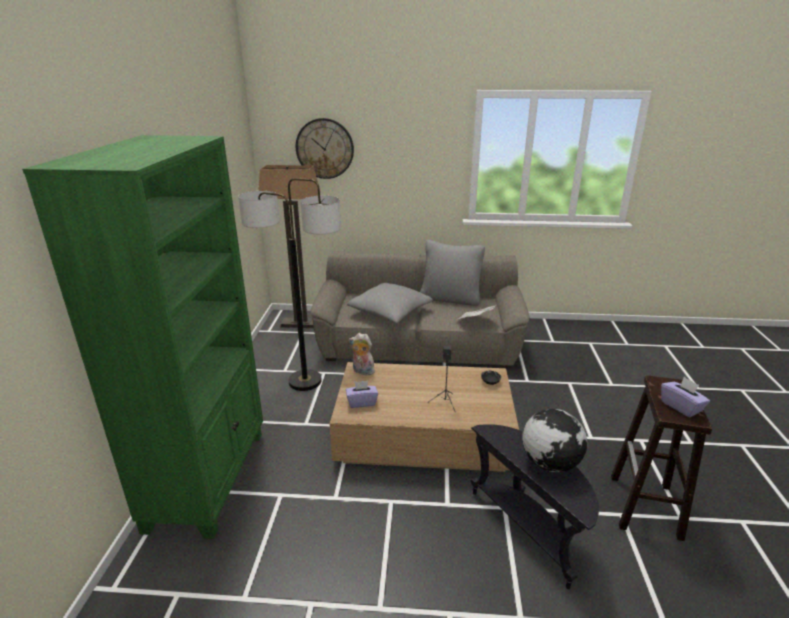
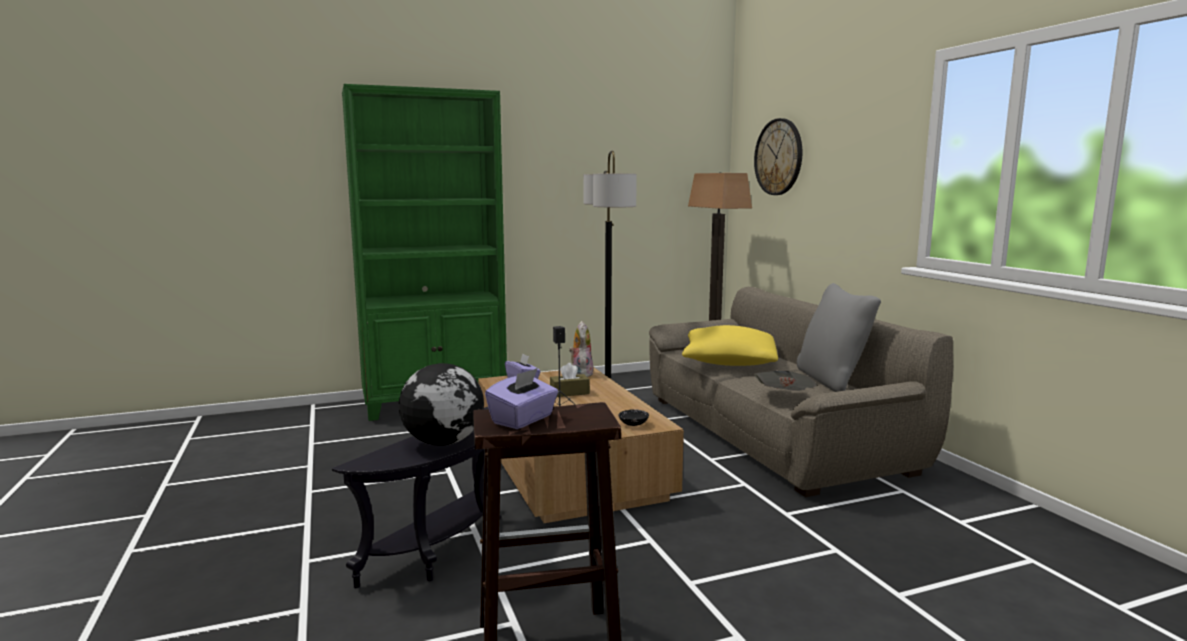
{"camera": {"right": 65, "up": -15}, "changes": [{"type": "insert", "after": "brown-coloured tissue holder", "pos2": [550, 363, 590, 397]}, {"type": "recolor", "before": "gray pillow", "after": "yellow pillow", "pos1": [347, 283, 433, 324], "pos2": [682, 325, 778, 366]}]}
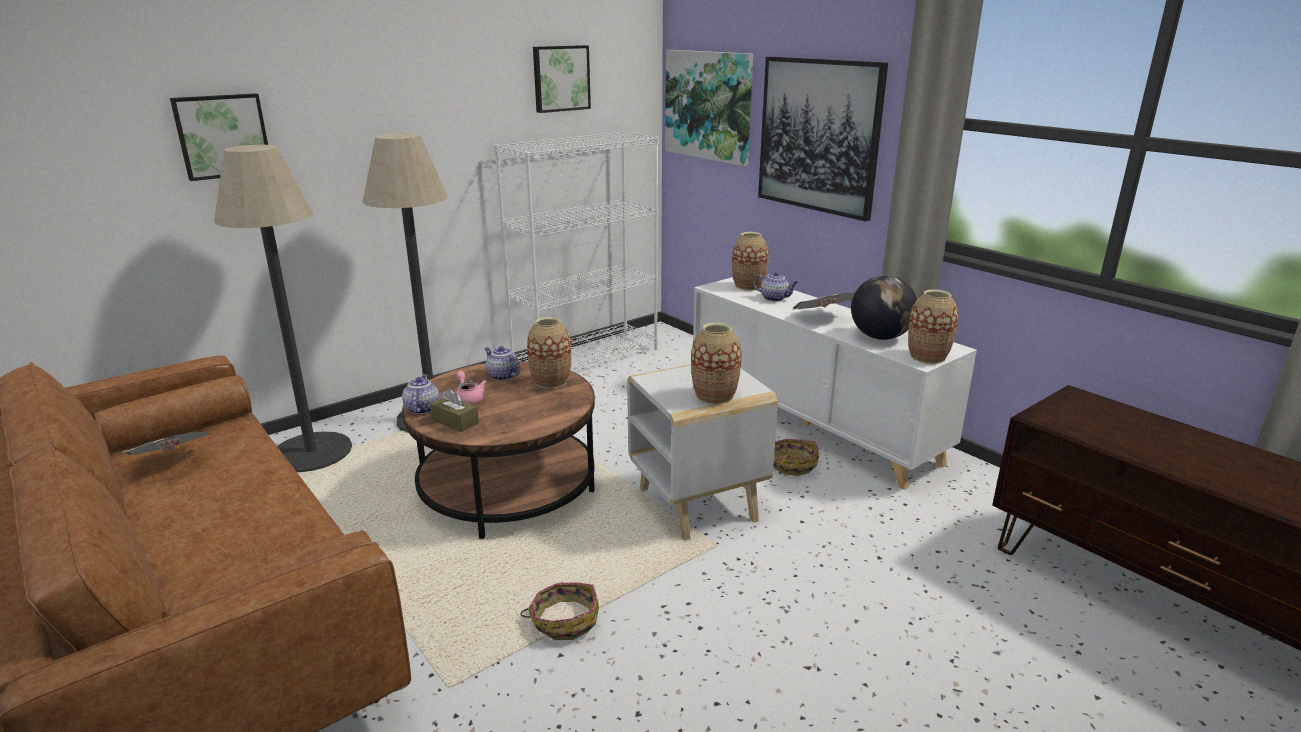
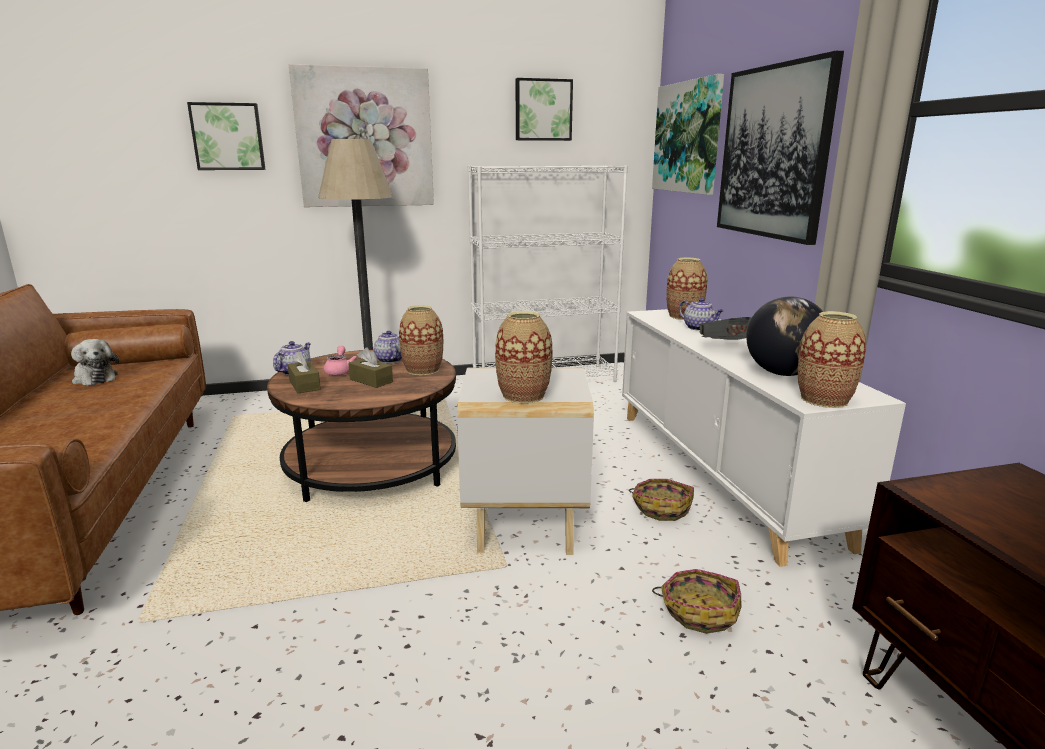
{"camera": {"right": 25, "up": -5}, "changes": [{"type": "delete", "before": "floor lamp", "pos1": [214, 145, 352, 472]}, {"type": "insert", "after": "wall picture", "pos2": [289, 64, 434, 207]}, {"type": "insert", "after": "brown-coloured tissue holder", "pos2": [348, 348, 393, 388]}, {"type": "move", "before": "storage basket", "pos1": [520, 582, 599, 640], "pos2": [652, 569, 742, 634]}, {"type": "replace", "before": "daily paper", "after": "soft toy", "pos1": [119, 432, 211, 455], "pos2": [71, 339, 119, 386]}]}
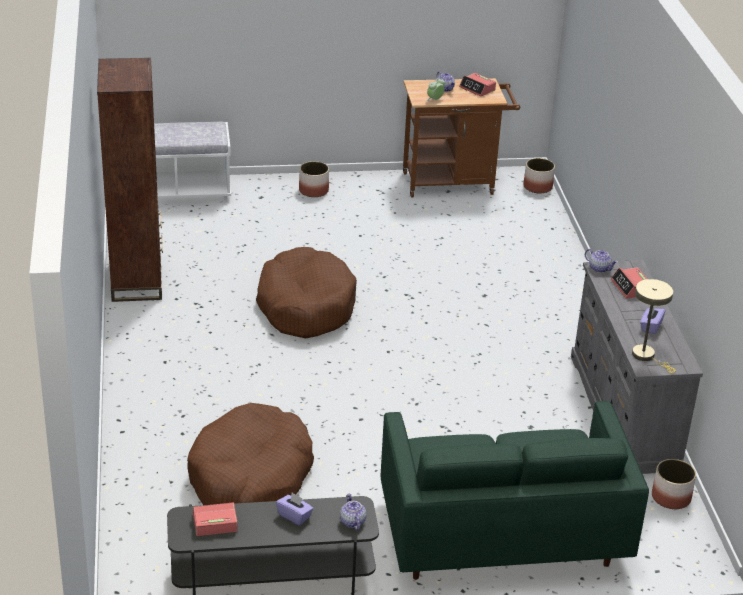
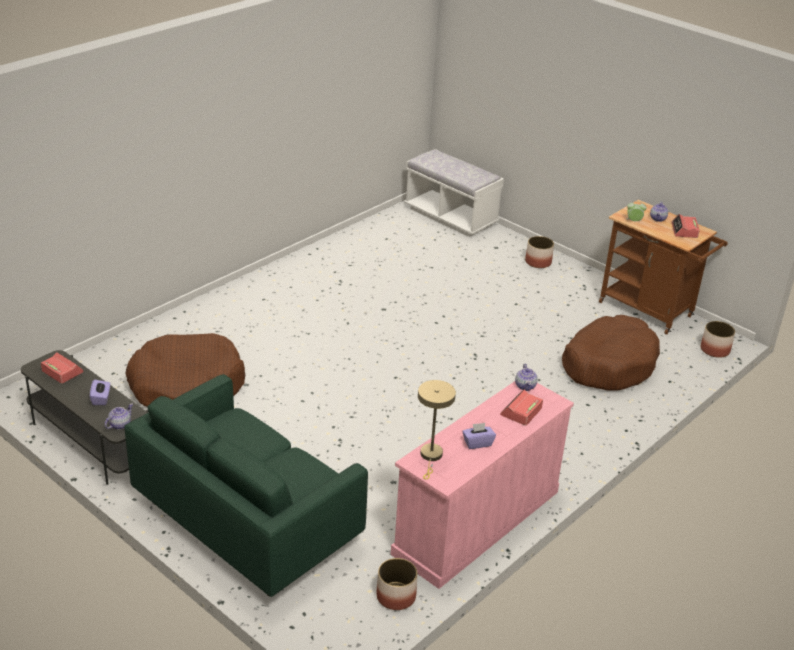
{"camera": {"right": 50, "up": 0}, "changes": [{"type": "delete", "before": "brown-coloured bookcase", "pos1": [97, 58, 163, 302]}, {"type": "move", "before": "brown-coloured pet bed", "pos1": [256, 247, 357, 339], "pos2": [562, 315, 660, 391]}, {"type": "recolor", "before": "gray drawer chest", "after": "pink drawer chest", "pos1": [571, 260, 703, 474], "pos2": [391, 381, 574, 589]}]}
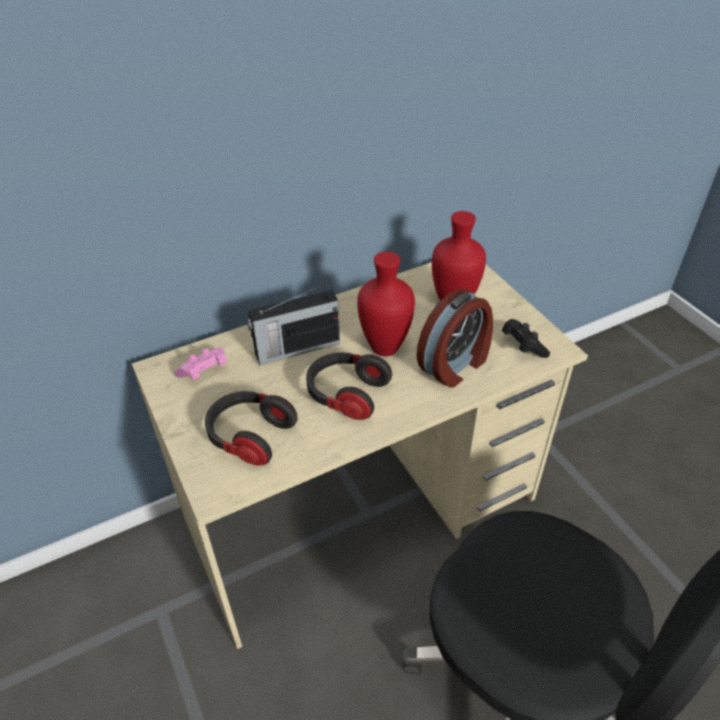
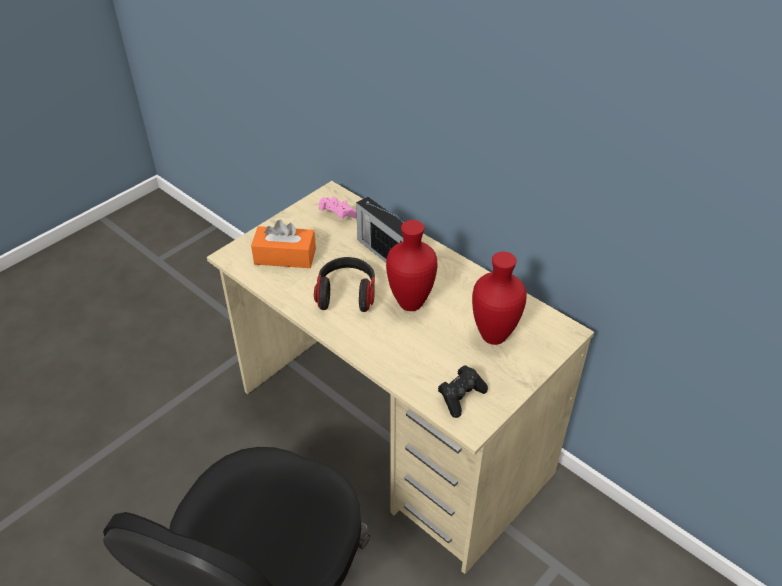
{"camera": {"right": 70, "up": 0}, "changes": [{"type": "delete", "before": "table clock", "pos1": [416, 289, 493, 388]}, {"type": "replace", "before": "headphones", "after": "orange-coloured tissue holder", "pos1": [205, 391, 298, 465], "pos2": [251, 220, 316, 268]}]}
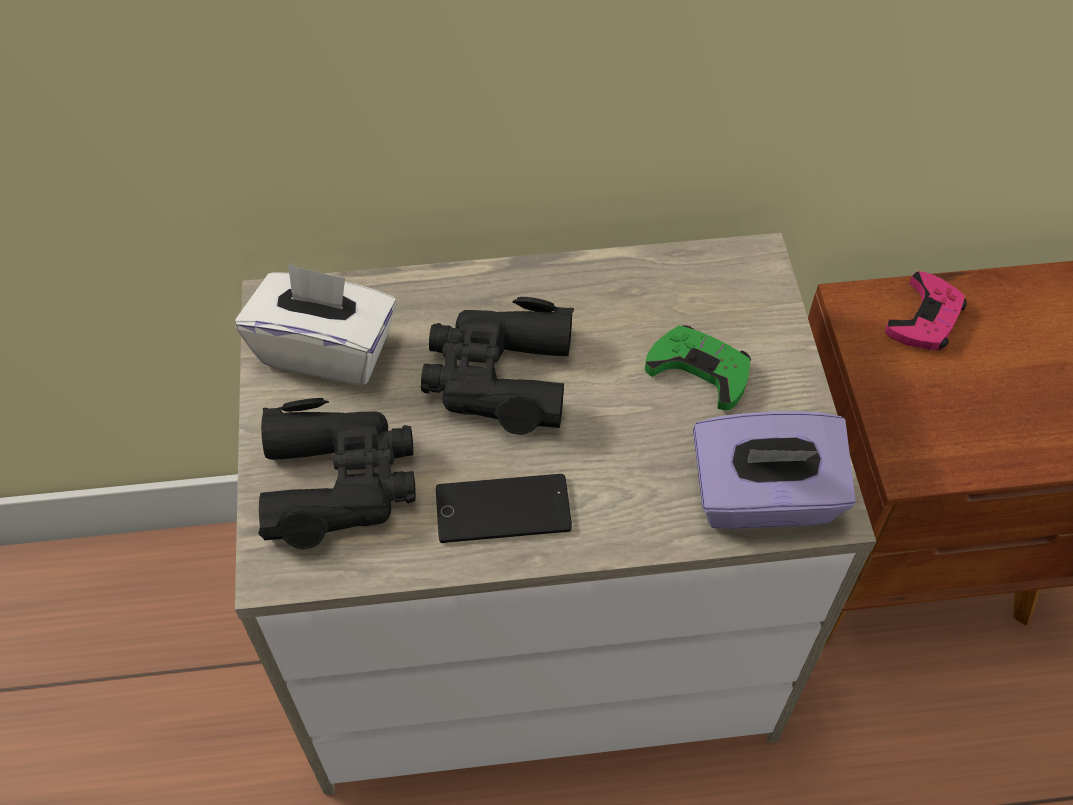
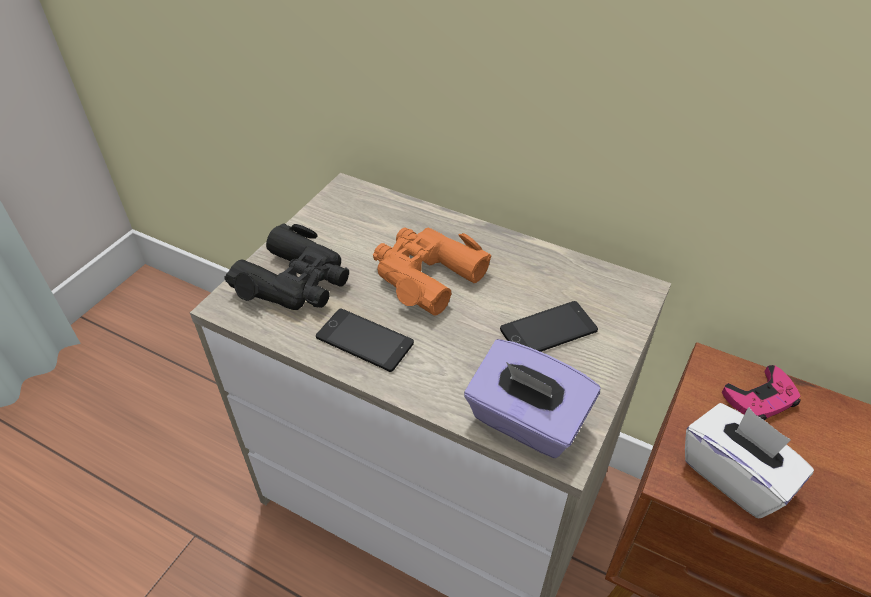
{"camera": {"right": 35, "up": -10}, "changes": [{"type": "move", "before": "whitish tissue holder", "pos1": [235, 263, 397, 385], "pos2": [685, 403, 814, 519]}, {"type": "replace", "before": "greenish gamepad", "after": "phone", "pos1": [645, 325, 751, 411], "pos2": [500, 301, 598, 352]}, {"type": "recolor", "before": "black-coloured pair of binoculars", "after": "orange-coloured pair of binoculars", "pos1": [421, 297, 574, 435], "pos2": [373, 227, 492, 315]}]}
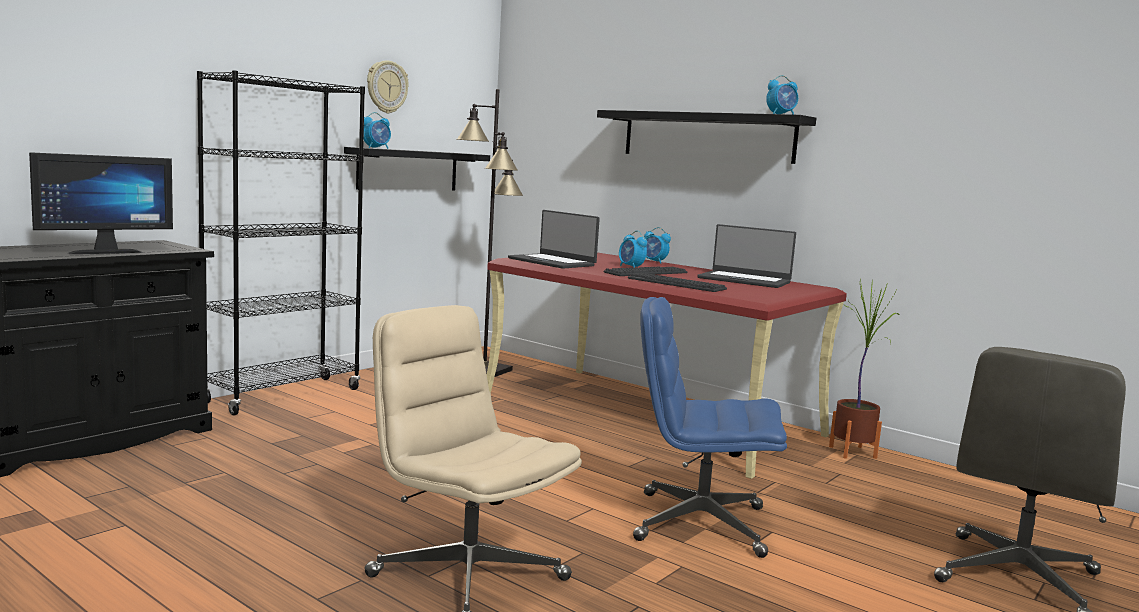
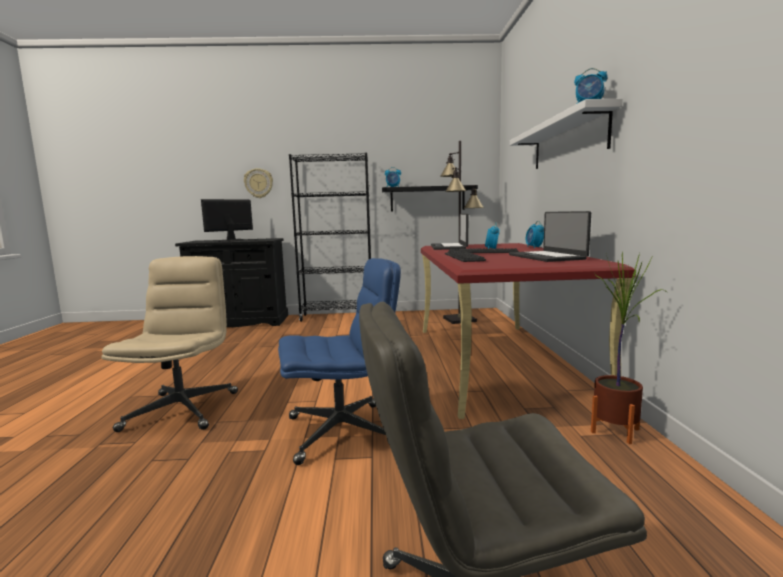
{"camera": {"right": 50, "up": 0}, "changes": [{"type": "move", "before": "hanging clock", "pos1": [367, 60, 409, 113], "pos2": [244, 168, 273, 198]}, {"type": "recolor", "before": "black-coloured bracket shelf", "after": "whitish bracket shelf", "pos1": [597, 110, 816, 164], "pos2": [510, 99, 622, 169]}, {"type": "rotate", "before": "computer display", "pos1": [29, 152, 173, 254], "pos2": [201, 199, 253, 242], "turn": 120}, {"type": "rotate", "before": "blue-coloured office chair", "pos1": [633, 297, 787, 558], "pos2": [278, 258, 401, 465], "turn": 105}]}
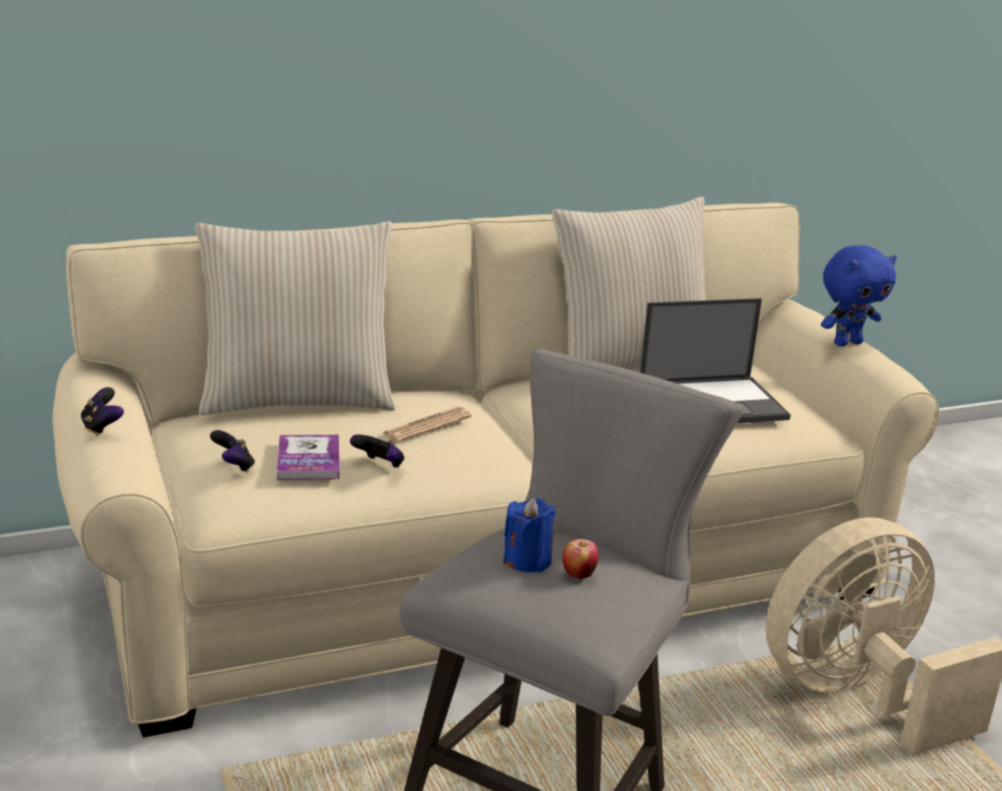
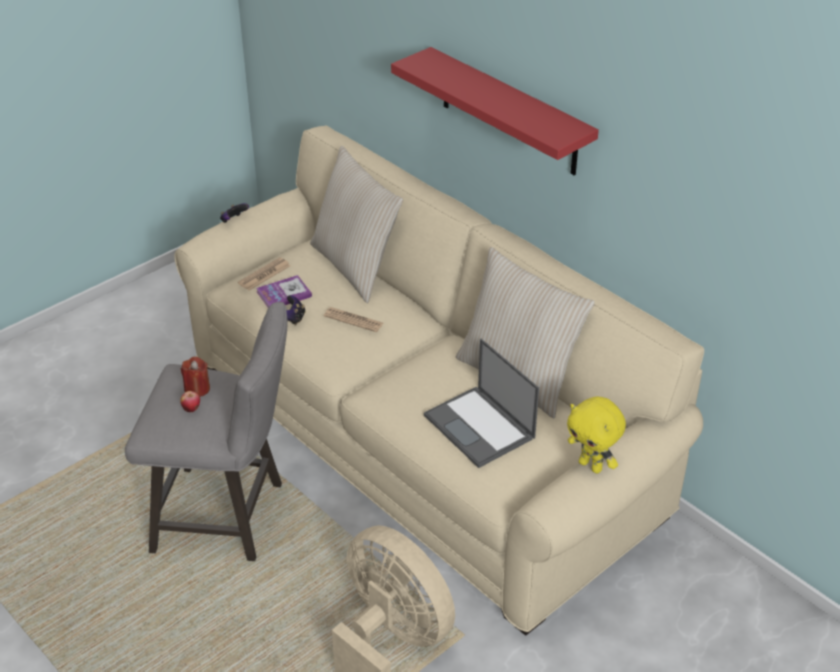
{"camera": {"right": 70, "up": 15}, "changes": [{"type": "insert", "after": "red bracket shelf", "pos2": [391, 47, 599, 176]}, {"type": "replace", "before": "gamepad", "after": "daily paper", "pos1": [210, 430, 255, 472], "pos2": [238, 257, 290, 290]}, {"type": "recolor", "before": "blue-coloured wax candle", "after": "red wax candle", "pos1": [503, 498, 556, 572], "pos2": [181, 357, 210, 397]}, {"type": "recolor", "before": "blue-coloured soft toy", "after": "yellow soft toy", "pos1": [821, 245, 897, 346], "pos2": [567, 396, 626, 474]}]}
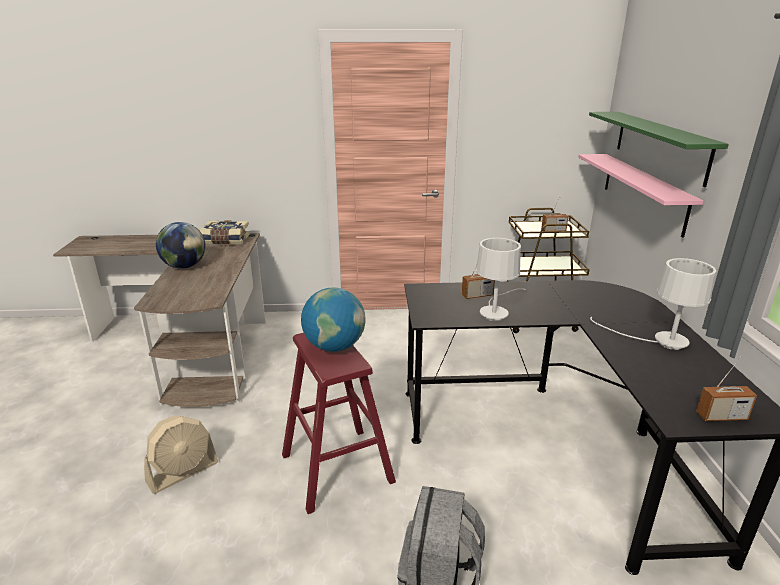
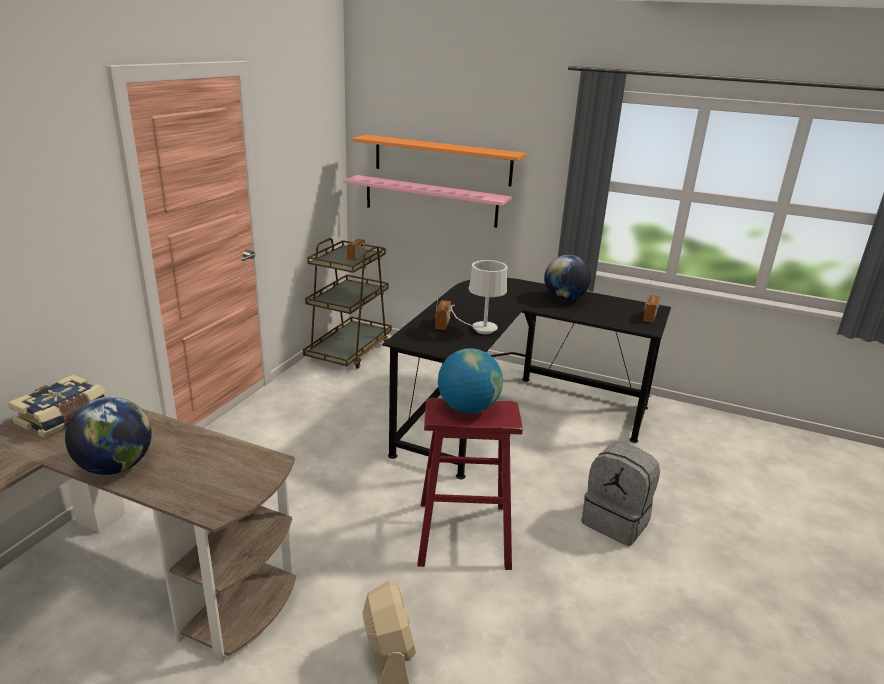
{"camera": {"right": -65, "up": 0}, "changes": [{"type": "replace", "before": "whitish tabletop lamp", "after": "desk globe", "pos1": [590, 258, 717, 350], "pos2": [544, 255, 591, 301]}, {"type": "recolor", "before": "greenish bracket shelf", "after": "orange-coloured bracket shelf", "pos1": [589, 112, 729, 187], "pos2": [352, 135, 527, 187]}]}
